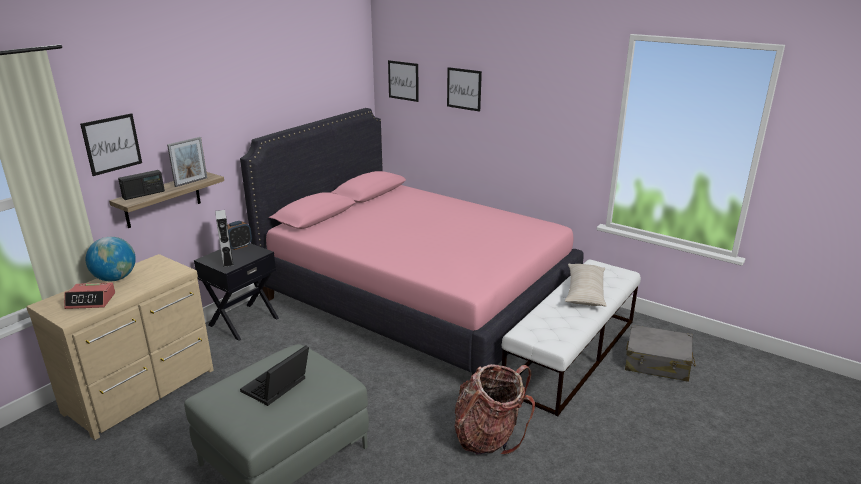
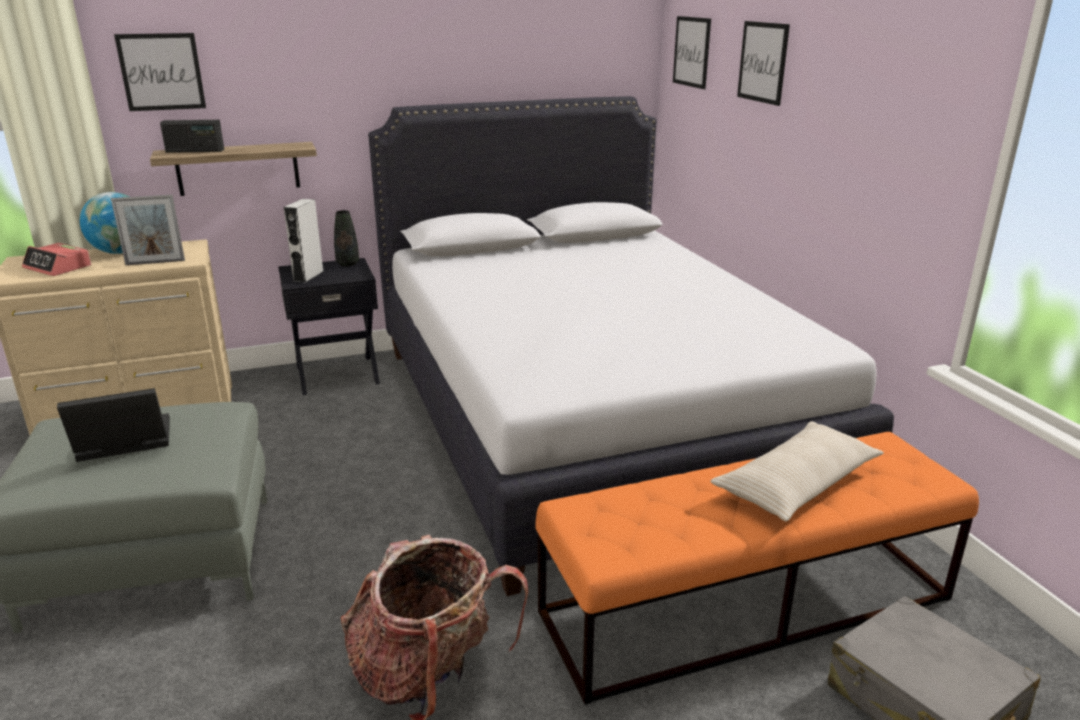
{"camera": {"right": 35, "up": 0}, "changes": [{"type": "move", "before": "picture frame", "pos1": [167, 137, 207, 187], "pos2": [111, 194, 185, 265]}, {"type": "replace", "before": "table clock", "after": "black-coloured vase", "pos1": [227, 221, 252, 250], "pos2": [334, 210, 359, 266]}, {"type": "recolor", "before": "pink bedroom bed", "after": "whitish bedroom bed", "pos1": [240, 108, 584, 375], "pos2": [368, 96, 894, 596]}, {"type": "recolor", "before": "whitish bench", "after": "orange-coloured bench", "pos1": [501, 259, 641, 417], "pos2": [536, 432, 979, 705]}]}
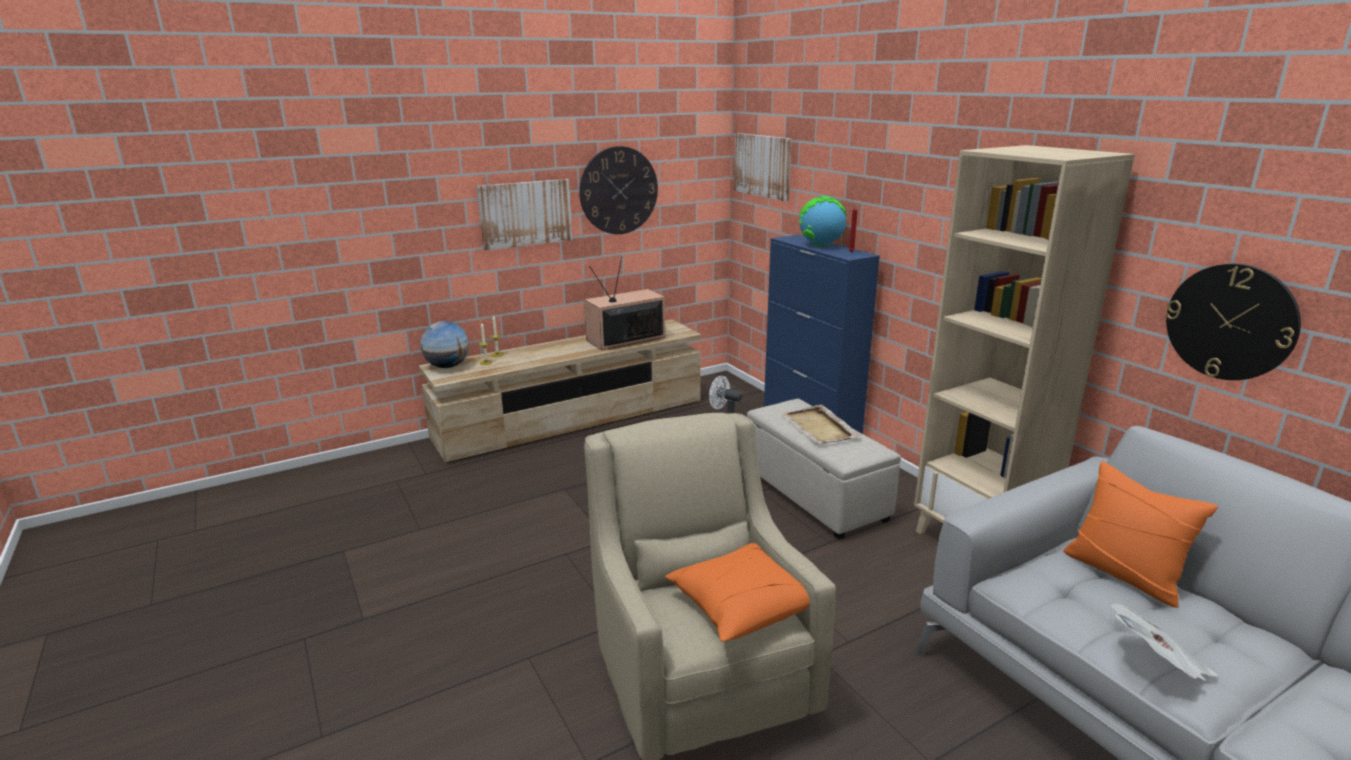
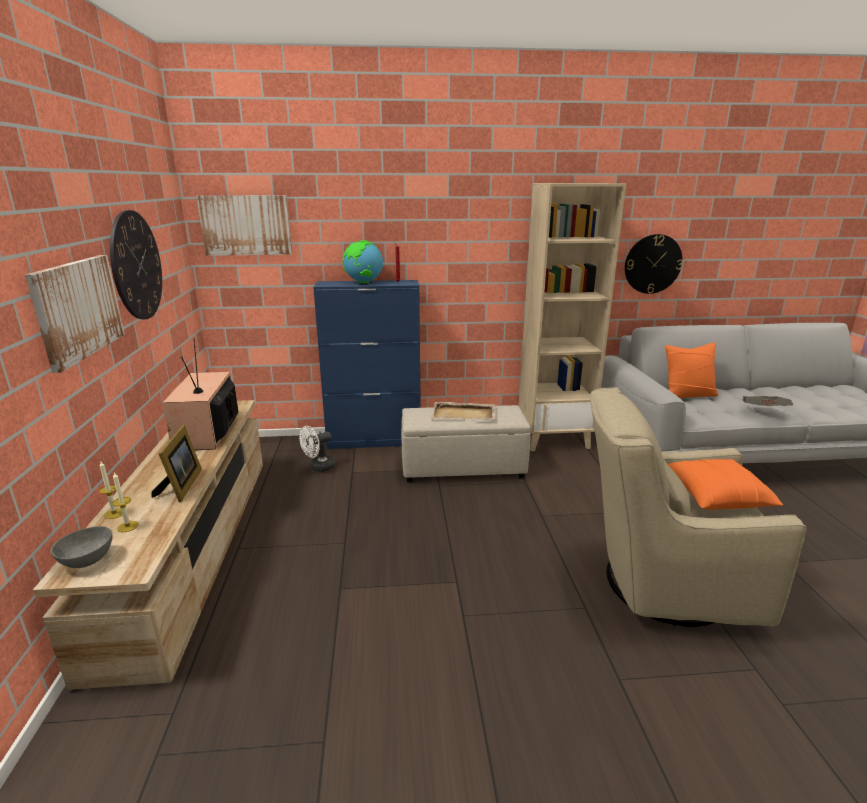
{"camera": {"right": -65, "up": 0}, "changes": [{"type": "insert", "after": "picture frame", "pos2": [152, 425, 202, 502]}, {"type": "replace", "before": "desk globe", "after": "gray deep dish", "pos1": [421, 321, 469, 368], "pos2": [50, 526, 112, 568]}]}
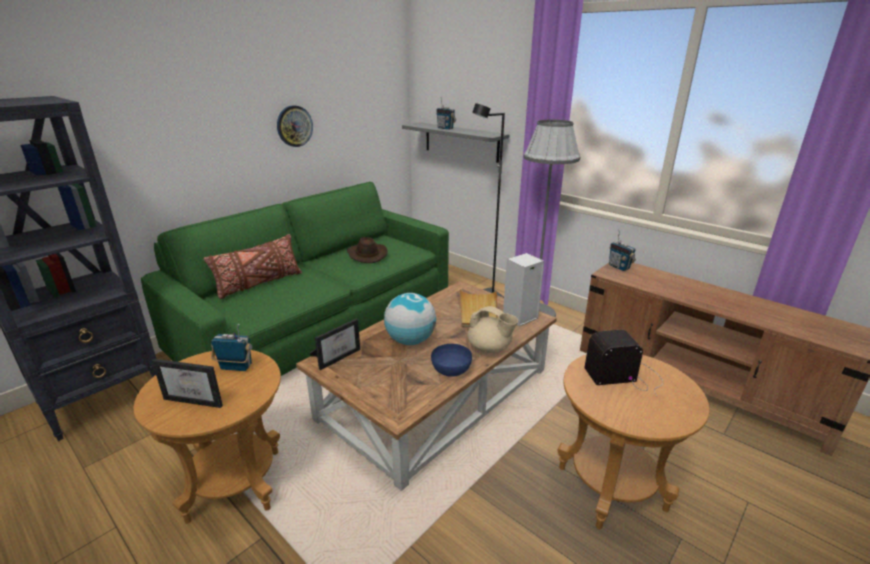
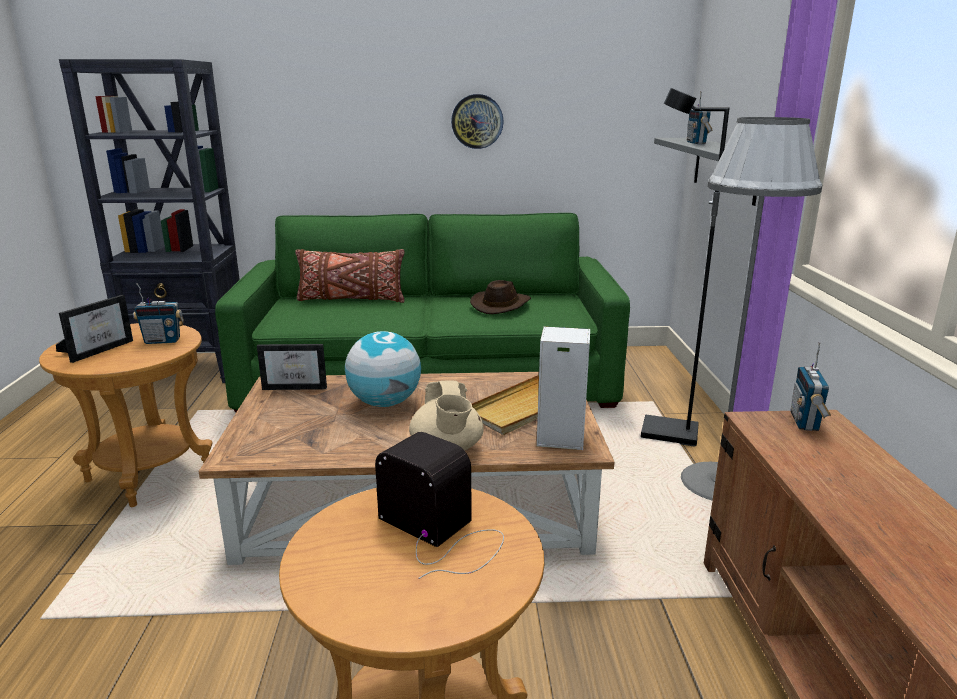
{"camera": {"right": 45, "up": -5}, "changes": [{"type": "delete", "before": "blue-coloured deep dish", "pos1": [431, 344, 472, 377]}, {"type": "rotate", "before": "picture frame", "pos1": [152, 359, 223, 408], "pos2": [56, 295, 133, 363], "turn": -120}, {"type": "rotate", "before": "radio set", "pos1": [211, 324, 252, 371], "pos2": [133, 283, 184, 344], "turn": 120}]}
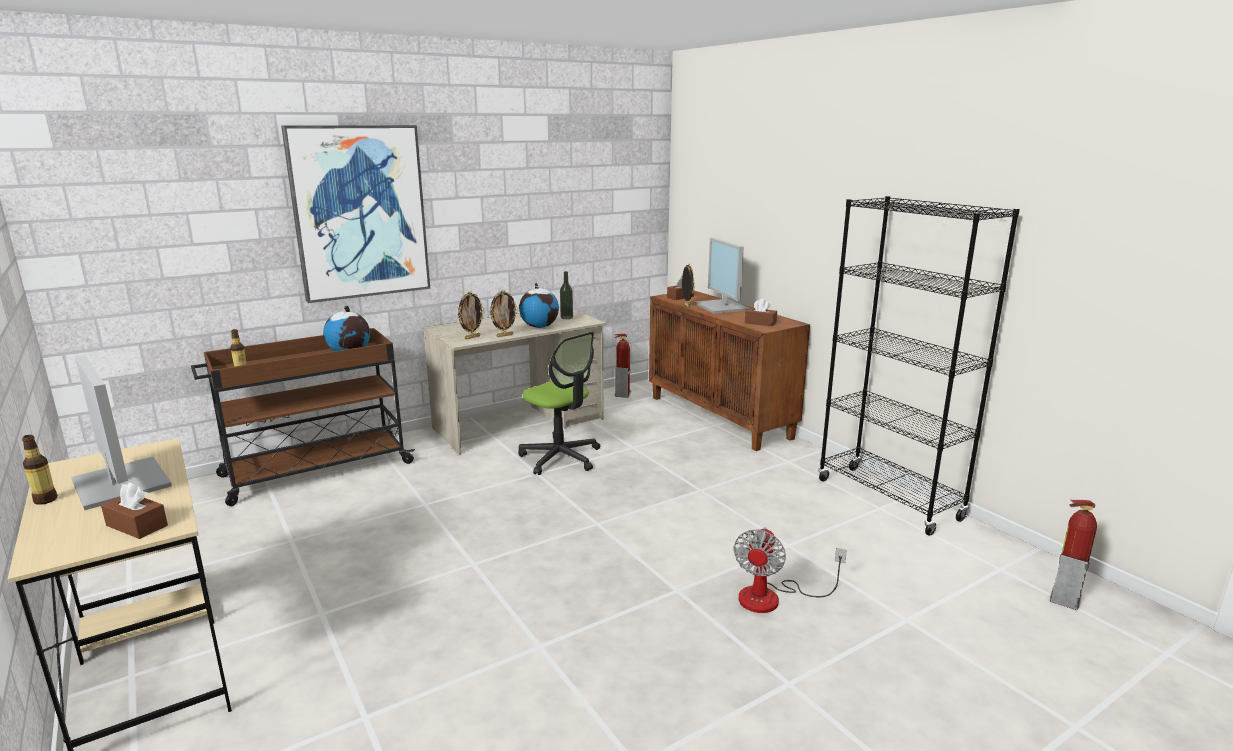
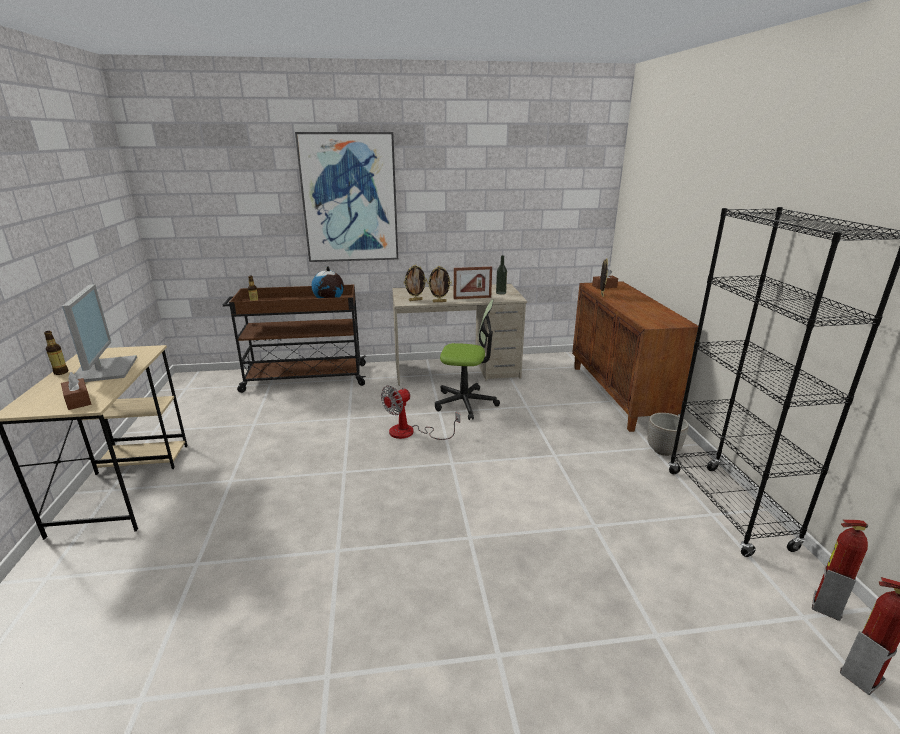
{"camera": {"right": 25, "up": 5}, "changes": [{"type": "delete", "before": "computer display", "pos1": [694, 238, 749, 314]}, {"type": "delete", "before": "brown-coloured tissue holder", "pos1": [745, 299, 777, 326]}, {"type": "insert", "after": "planter", "pos2": [647, 413, 689, 456]}, {"type": "move", "before": "fire-fighting cylinder", "pos1": [614, 333, 631, 398], "pos2": [812, 519, 868, 621]}, {"type": "move", "before": "electric fan", "pos1": [733, 527, 847, 613], "pos2": [381, 385, 460, 440]}, {"type": "replace", "before": "desk globe", "after": "picture frame", "pos1": [519, 283, 559, 328], "pos2": [454, 267, 492, 299]}, {"type": "rotate", "before": "office chair", "pos1": [518, 331, 600, 475], "pos2": [435, 299, 500, 420], "turn": -60}]}
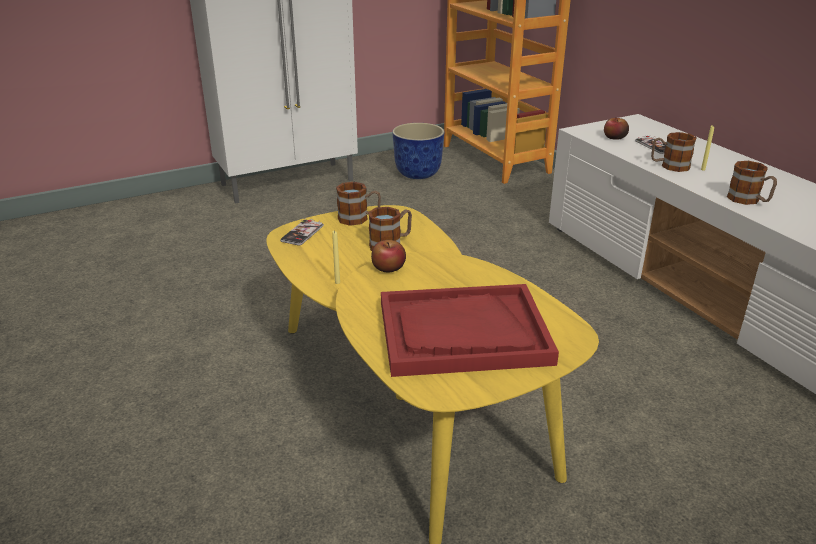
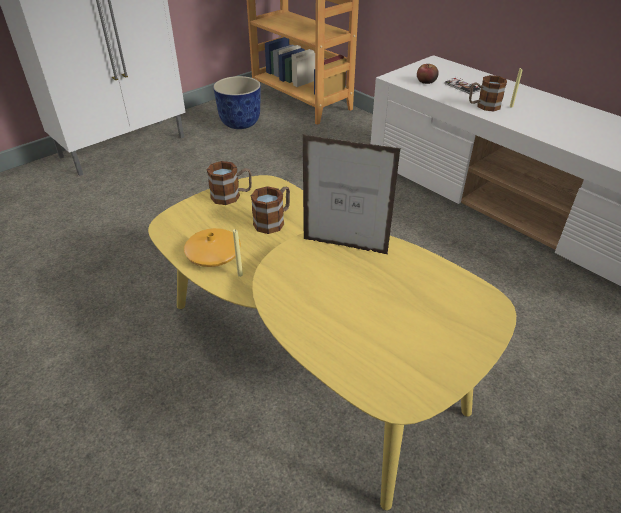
{"camera": {"right": -15, "up": 10}, "changes": [{"type": "delete", "before": "phone", "pos1": [280, 218, 324, 246]}, {"type": "delete", "before": "whole apple", "pos1": [371, 240, 406, 273]}, {"type": "delete", "before": "red tray", "pos1": [381, 284, 559, 377]}, {"type": "delete", "before": "tea mug", "pos1": [727, 161, 777, 205]}, {"type": "insert", "after": "orange-coloured vase", "pos2": [184, 228, 241, 267]}, {"type": "insert", "after": "picture frame", "pos2": [303, 135, 401, 254]}]}
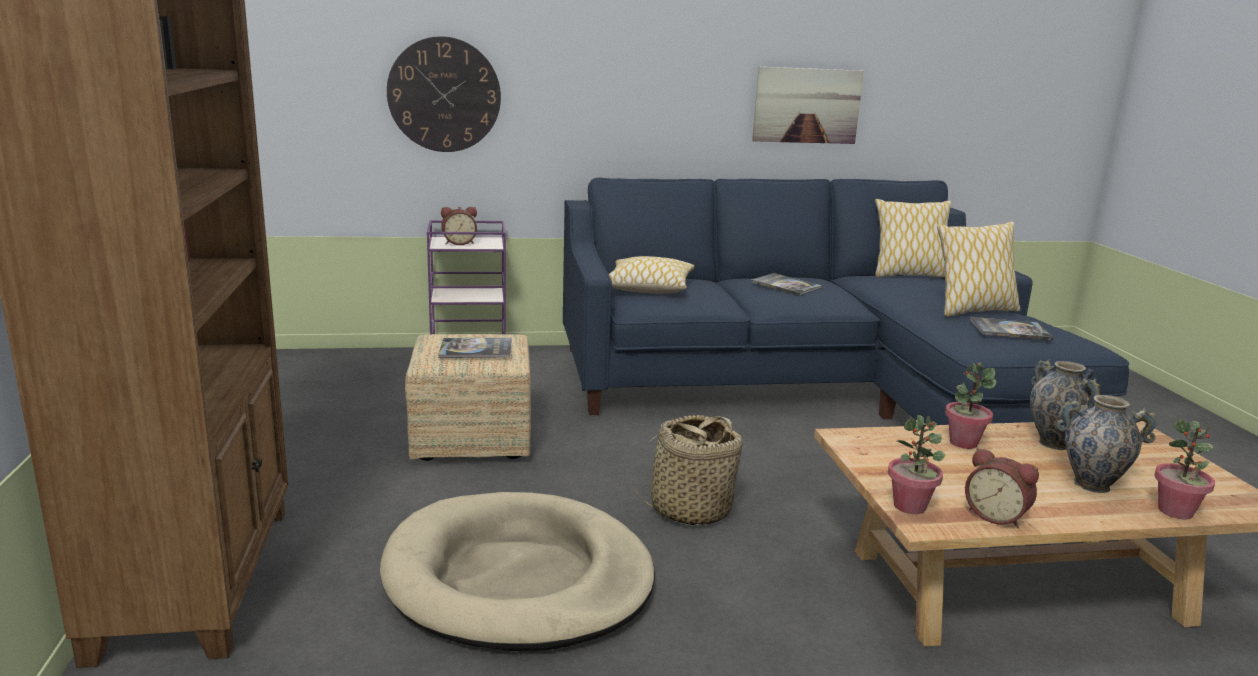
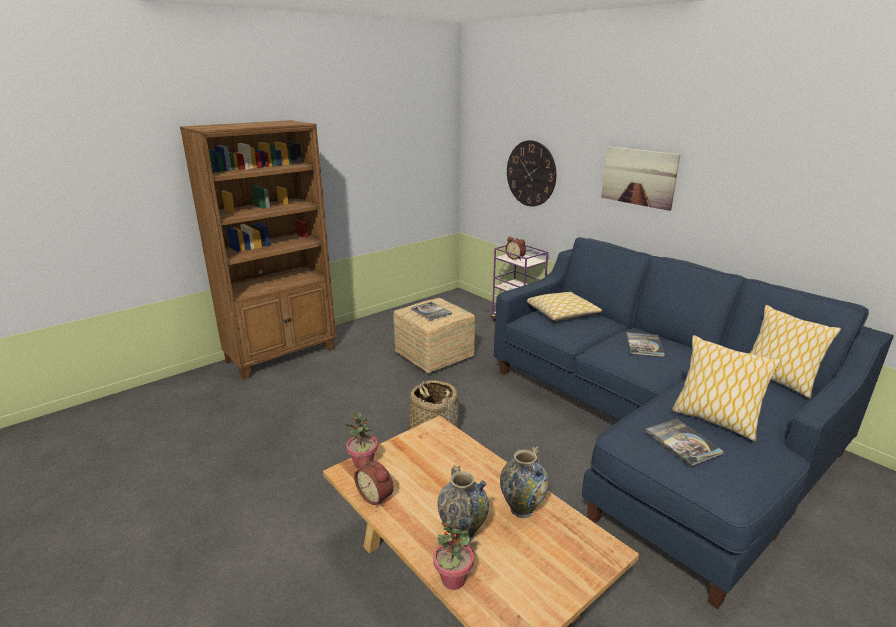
{"camera": {"right": 60, "up": 5}, "changes": [{"type": "delete", "before": "beige-coloured pet bed", "pos1": [380, 492, 655, 651]}, {"type": "delete", "before": "plant in a pot", "pos1": [945, 362, 996, 449]}, {"type": "move", "before": "wall picture", "pos1": [752, 67, 864, 144], "pos2": [601, 146, 681, 211]}, {"type": "rotate", "before": "table clock", "pos1": [965, 448, 1039, 528], "pos2": [354, 456, 394, 507], "turn": -60}]}
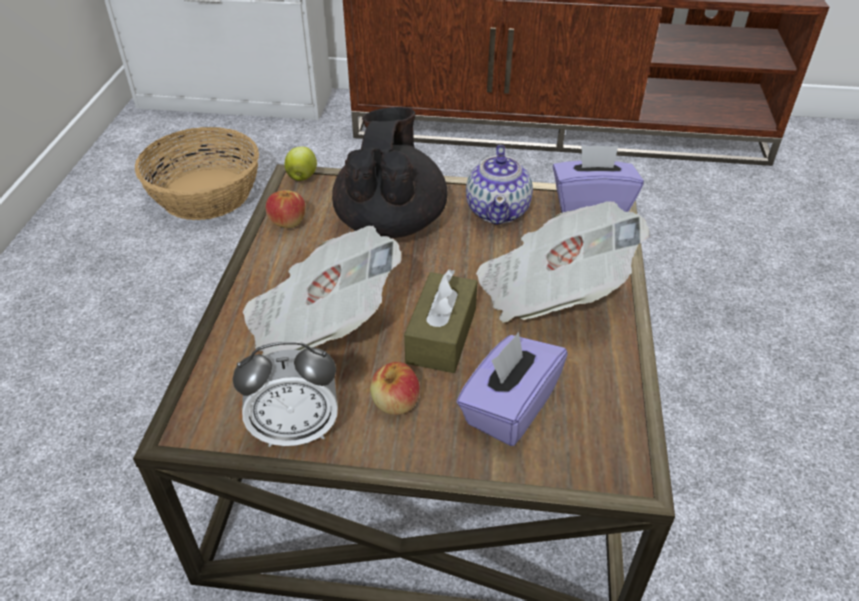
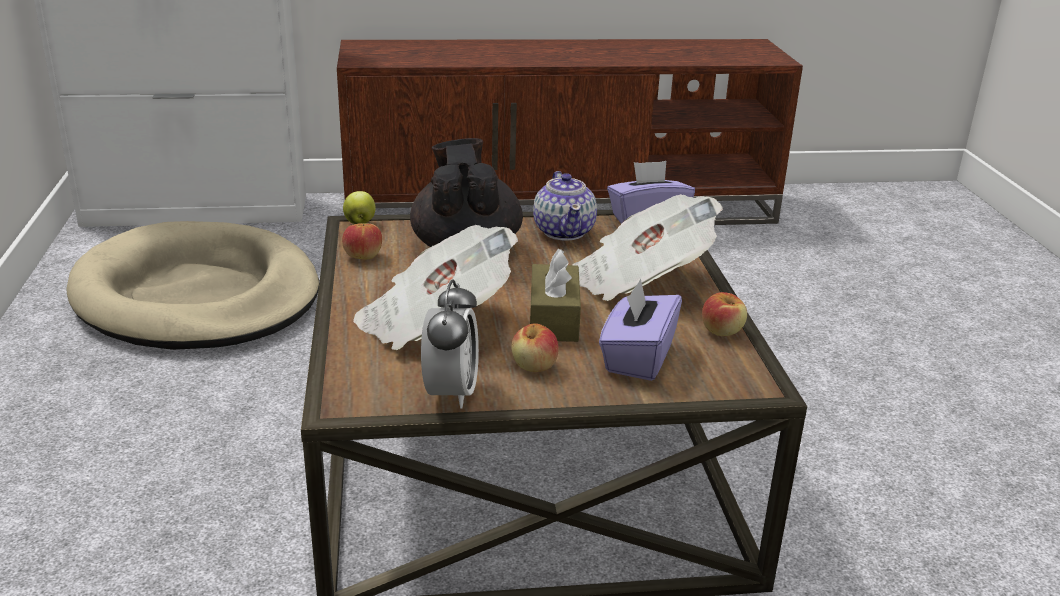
{"camera": {"right": -15, "up": -15}, "changes": [{"type": "insert", "after": "whole apple", "pos2": [702, 292, 747, 336]}, {"type": "replace", "before": "storage basket", "after": "beige-coloured pet bed", "pos1": [135, 127, 259, 220], "pos2": [66, 221, 319, 350]}, {"type": "rotate", "before": "table clock", "pos1": [233, 341, 338, 447], "pos2": [421, 280, 479, 408], "turn": -60}]}
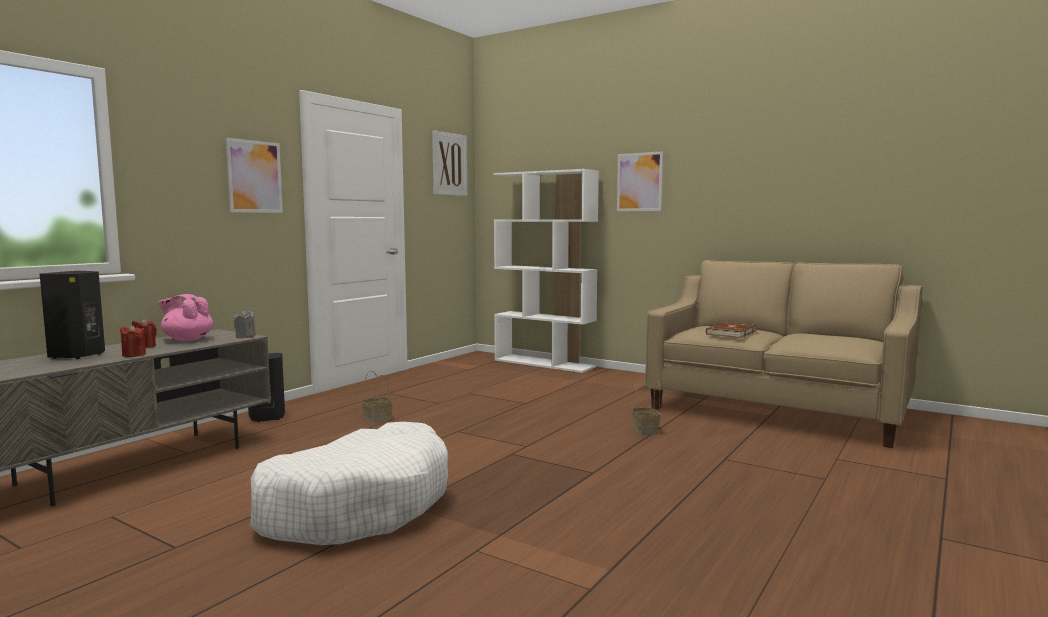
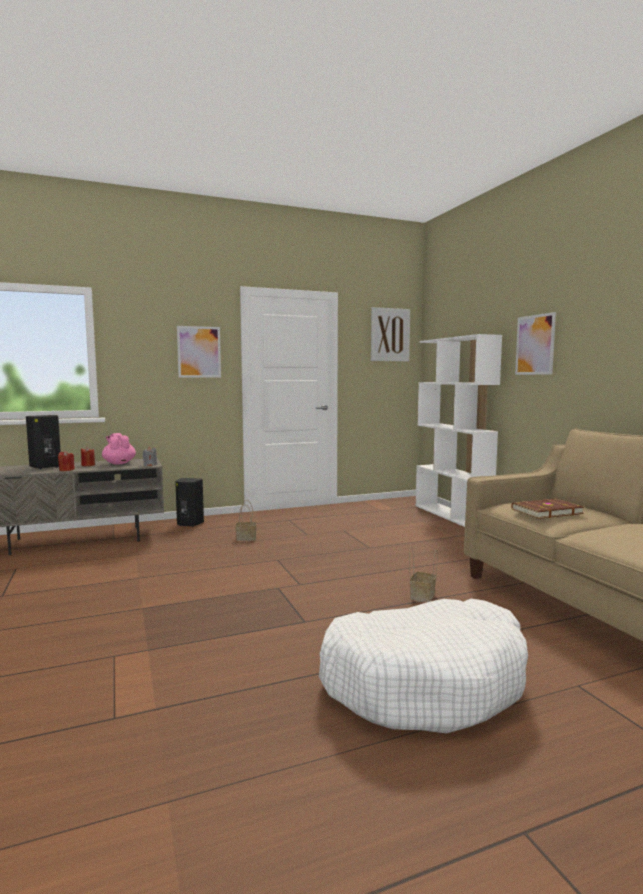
{"camera": {"right": 35, "up": 0}, "changes": [{"type": "move", "before": "whitish pet bed", "pos1": [250, 422, 448, 545], "pos2": [319, 599, 528, 733]}]}
